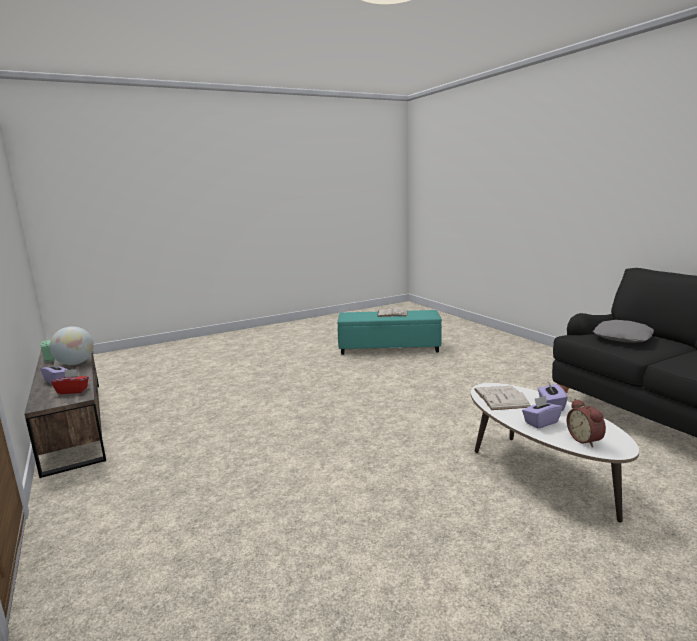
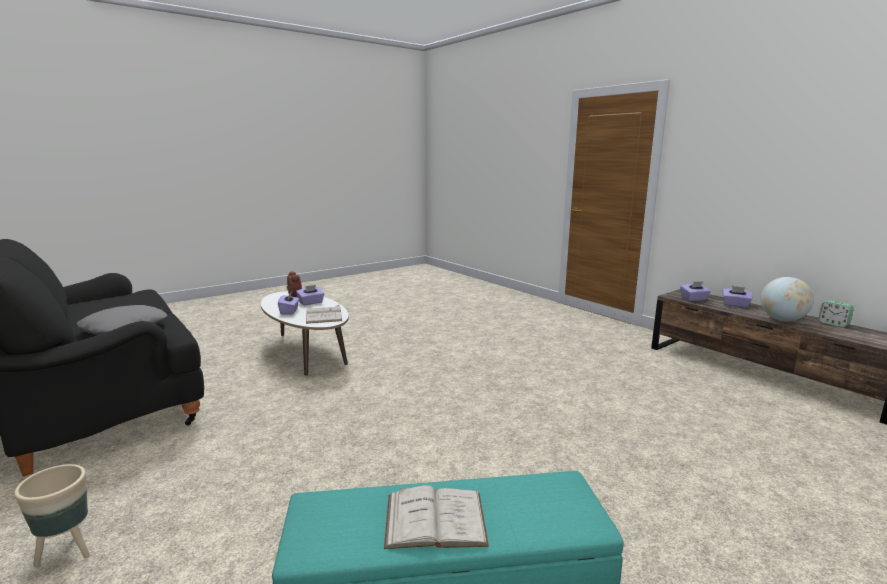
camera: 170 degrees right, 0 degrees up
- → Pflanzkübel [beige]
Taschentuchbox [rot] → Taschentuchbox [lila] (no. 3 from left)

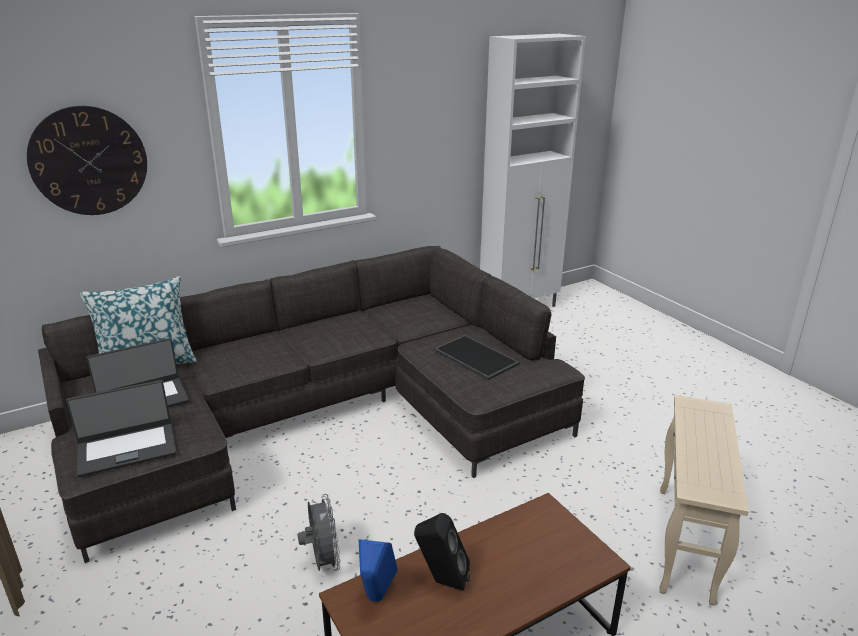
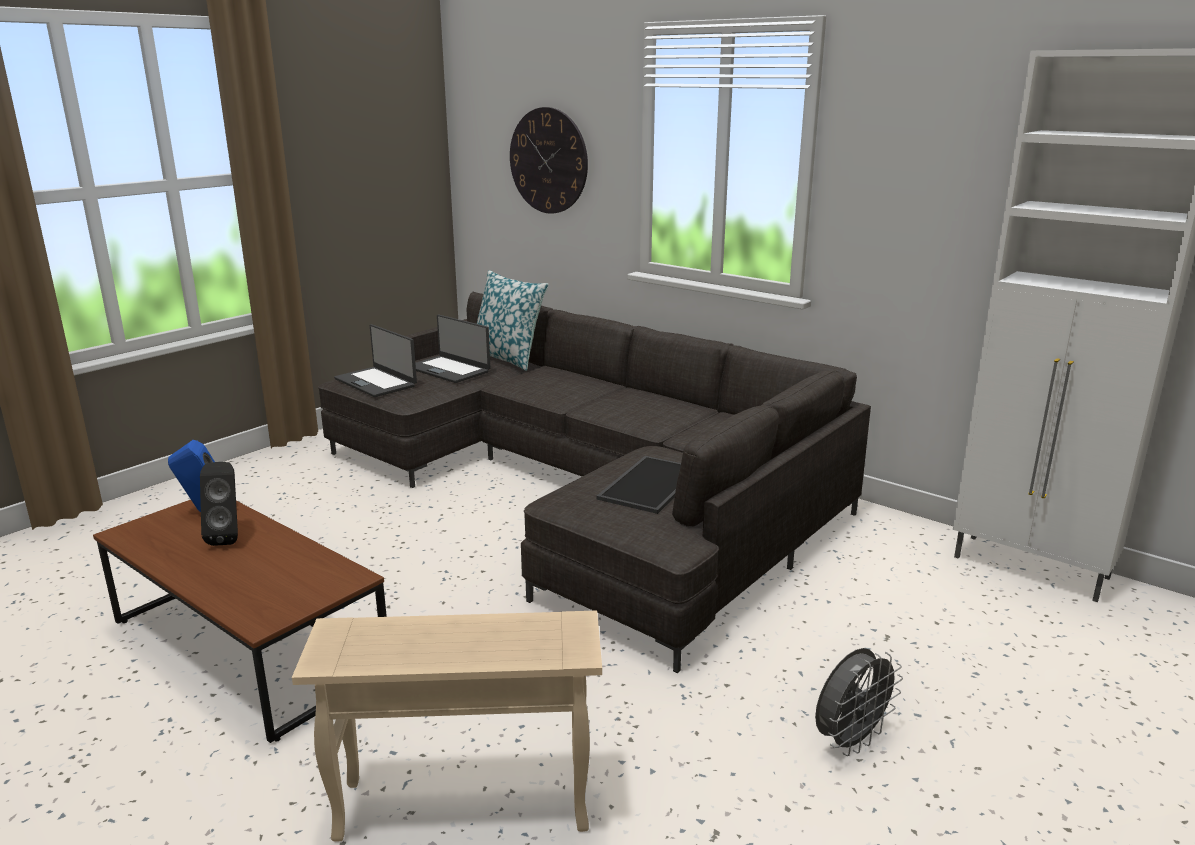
camera: 70 degrees right, 5 degrees down
Ventilator [grau], shifted

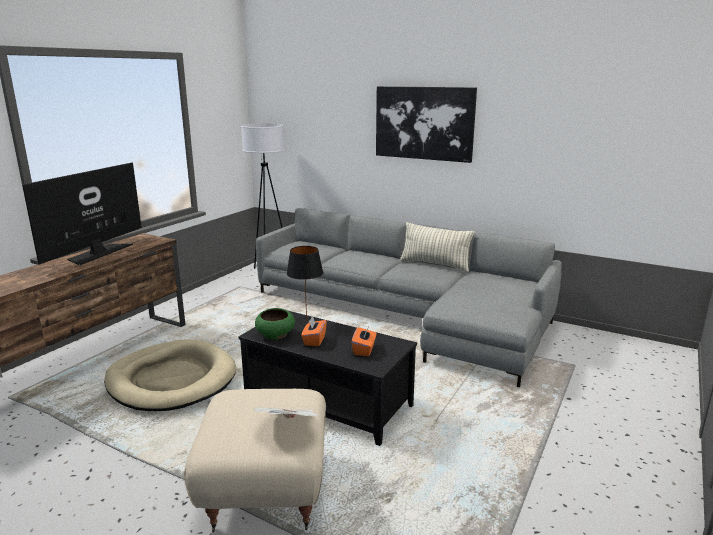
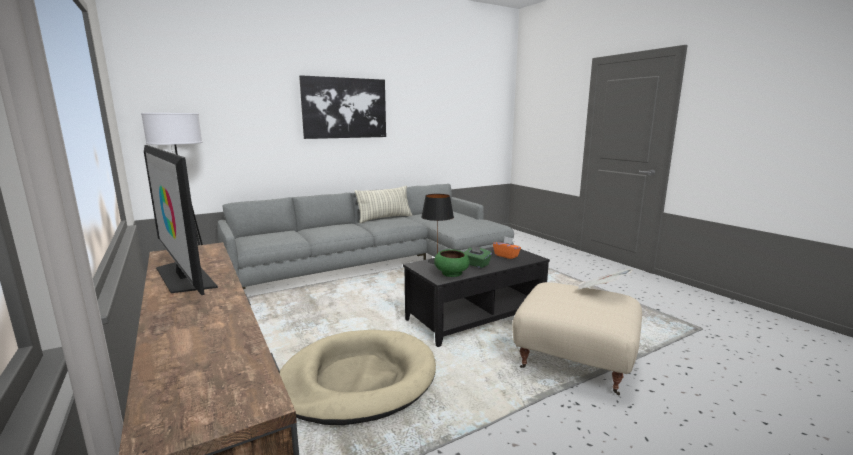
camera: 60 degrees left, 5 degrees down
Taschentuchbox [orange] (no. 1 from left) → Taschentuchbox [grün]

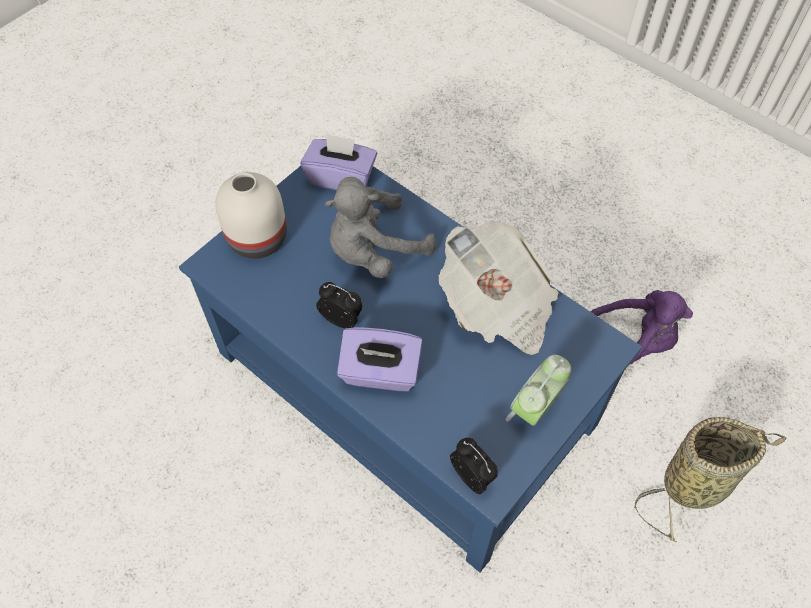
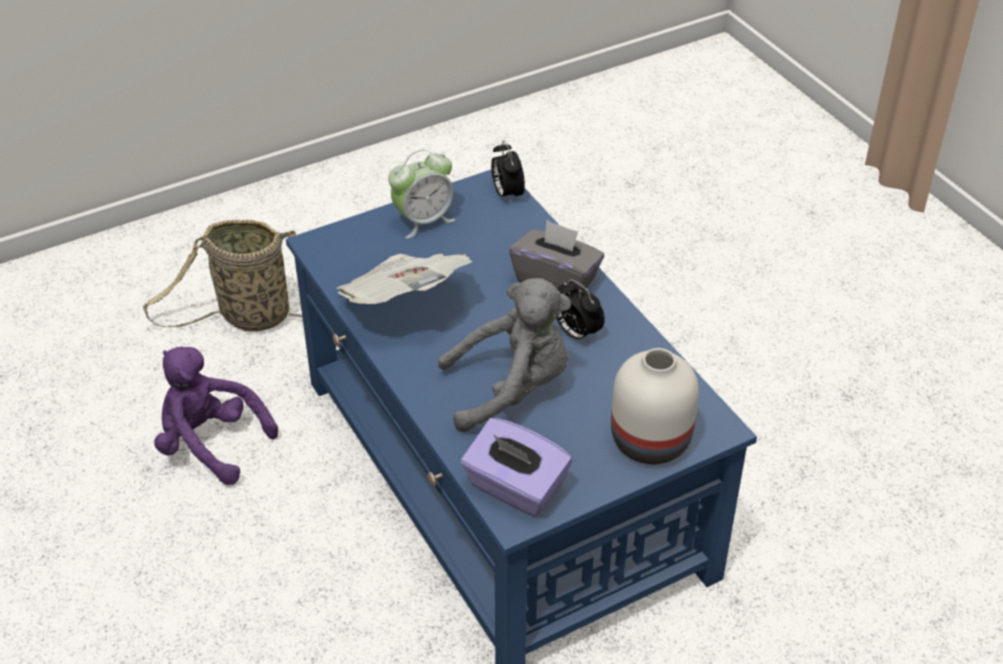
camera: 160 degrees left, 15 degrees down
Taschentuchbox [lila] (no. 2 from left) → Taschentuchbox [grau]

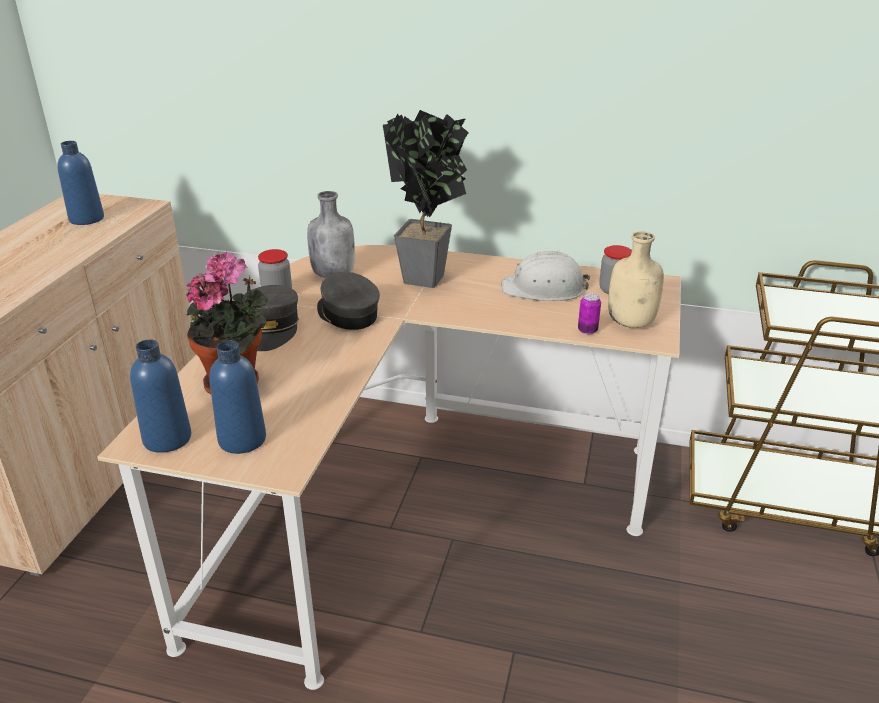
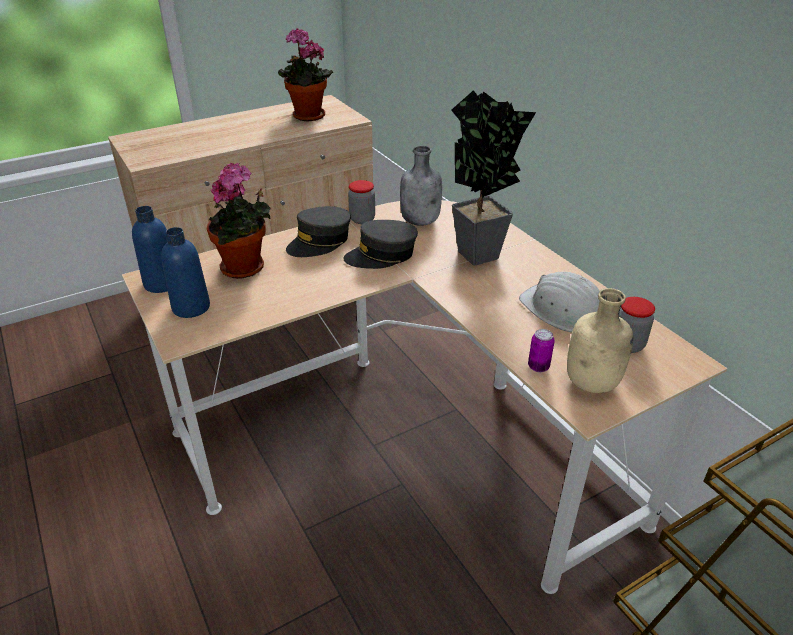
camera: 45 degrees right, 5 degrees up
Flasche [blau] (no. 1 from left) → Topfpflanze (no. 2 from left)
Kappe [grau] (no. 2 from left), 120 degrees counterclockwise

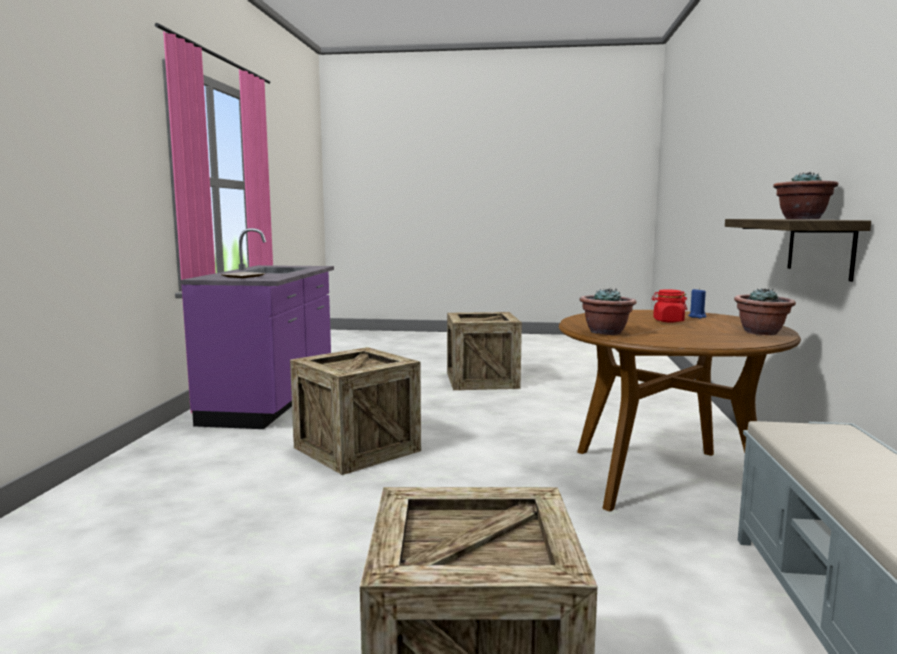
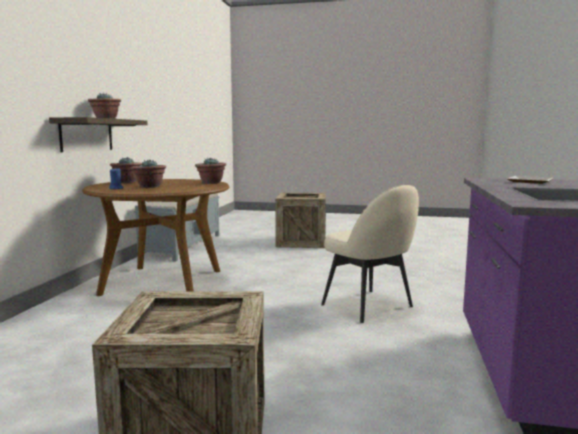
camera: 175 degrees left, 0 degrees up
Vorratsglas [rot] → Topfpflanze (no. 3 from left)
Kiste (no. 1 from left) → Stuhl [beige]

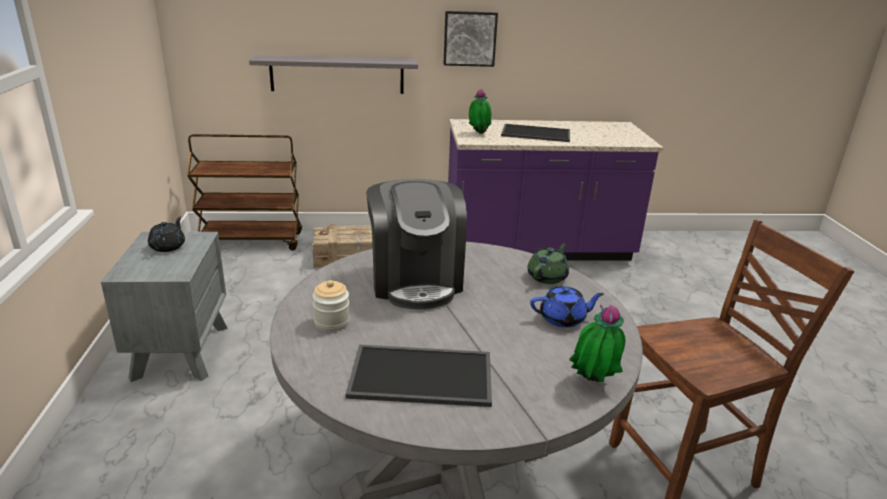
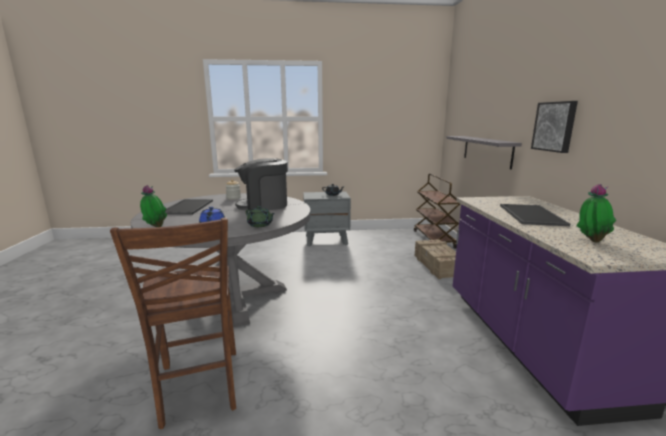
camera: 90 degrees right, 10 degrees down
Topfpflanze (no. 1 from left in the first image) → Topfpflanze (no. 2 from left), shifted

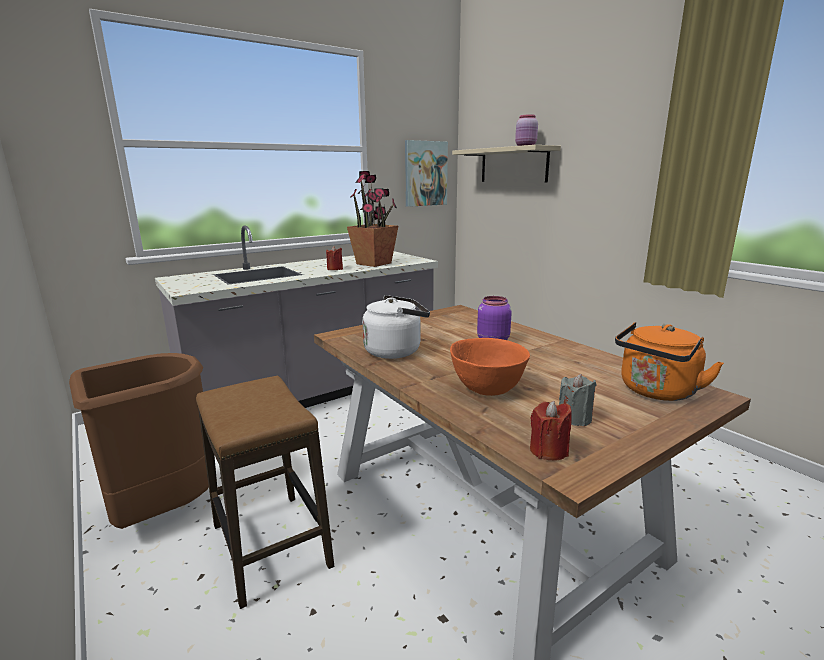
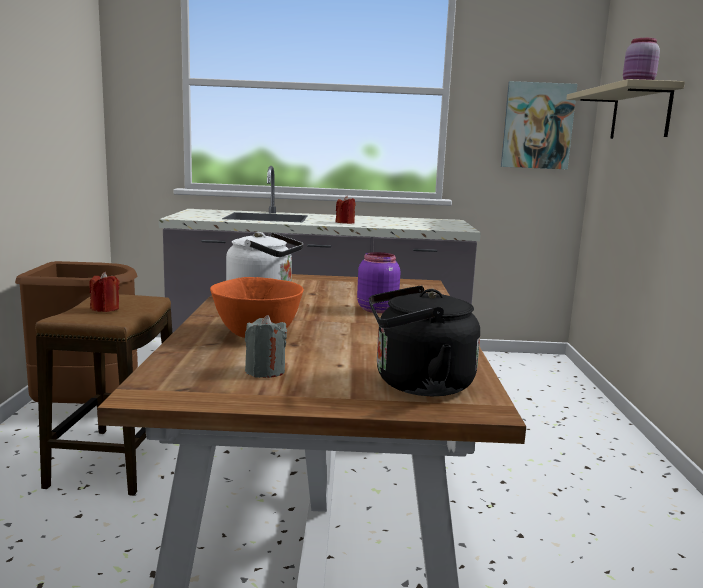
camera: 35 degrees right, 5 degrees down
Kerze [rot] (no. 2 from left in the first image) → Kerze [rot] (no. 1 from left), shifted
Wasserkessel [orange] → Wasserkessel [schwarz]
Topfpflanze → -

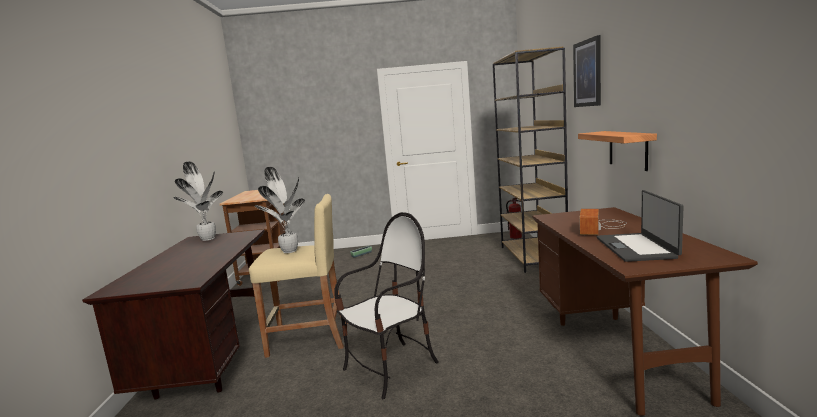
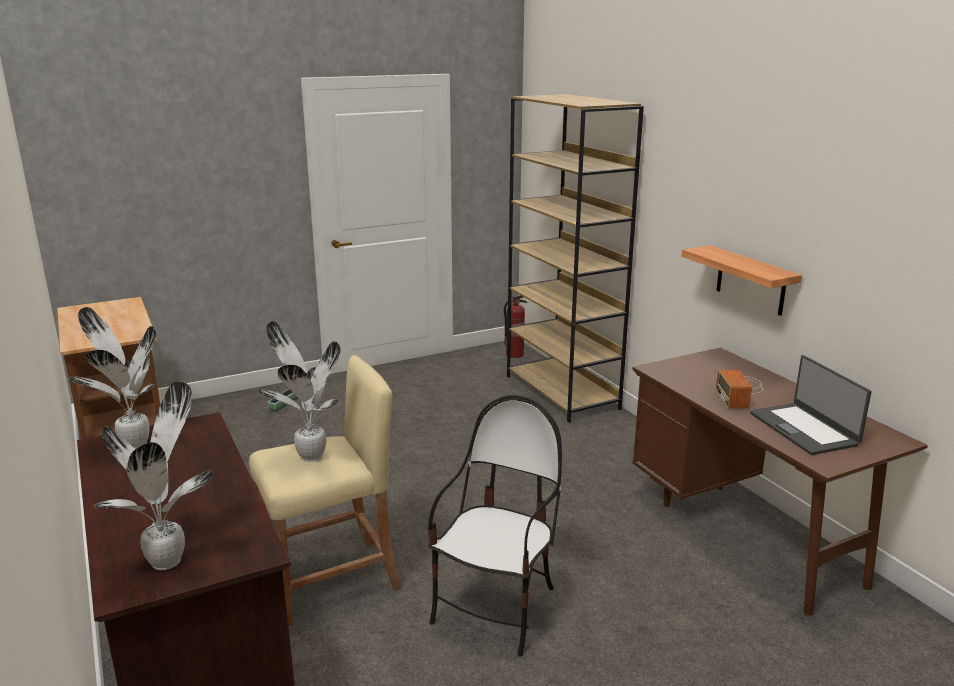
camera: 25 degrees left, 10 degrees up
- → Topfpflanze (no. 2 from left)
Bild → -

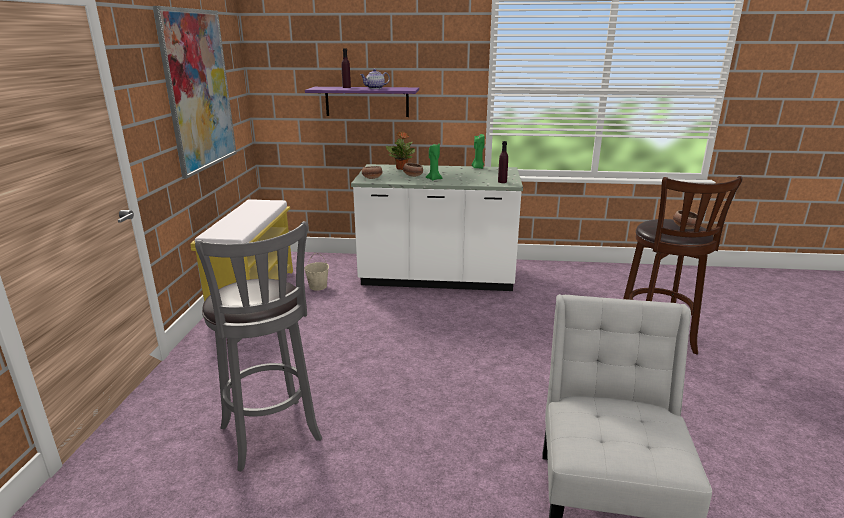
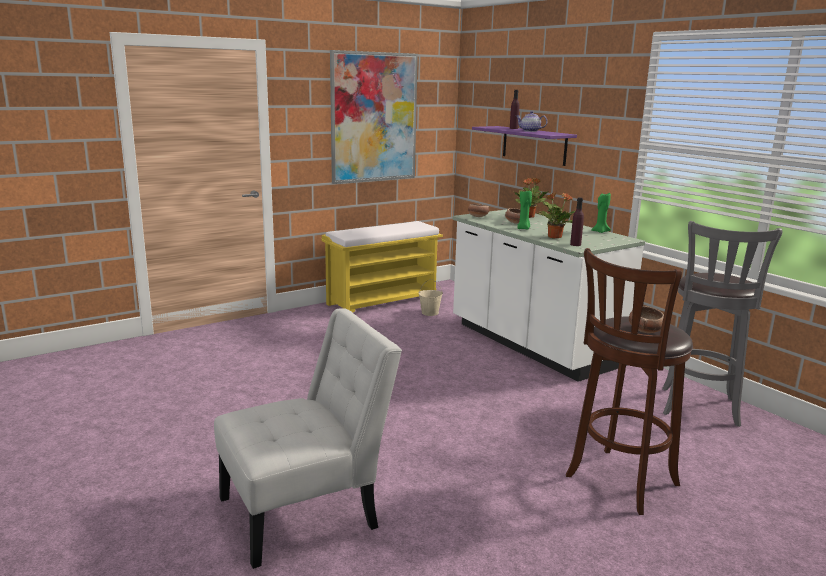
camera: 50 degrees right, 5 degrees down
- → Topfpflanze (no. 2 from left)
Hocker [grau], shifted

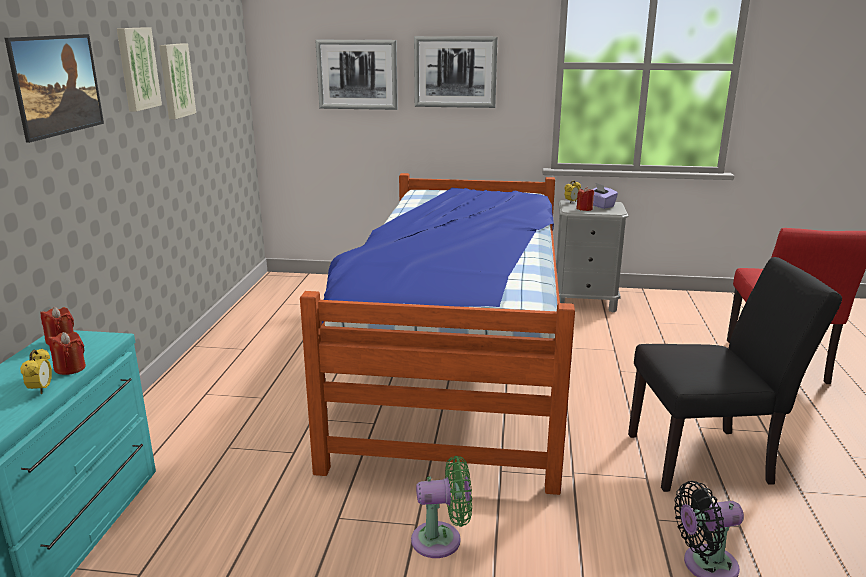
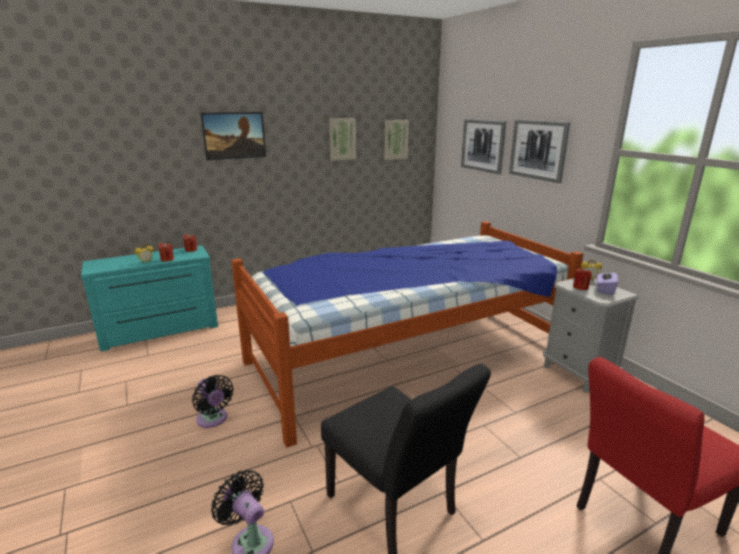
camera: 55 degrees right, 0 degrees up
Ventilator [grün] → Ventilator [schwarz] (no. 1 from left)
Bild (no. 2 from left in the first image) → Bild (no. 3 from left), shifted

